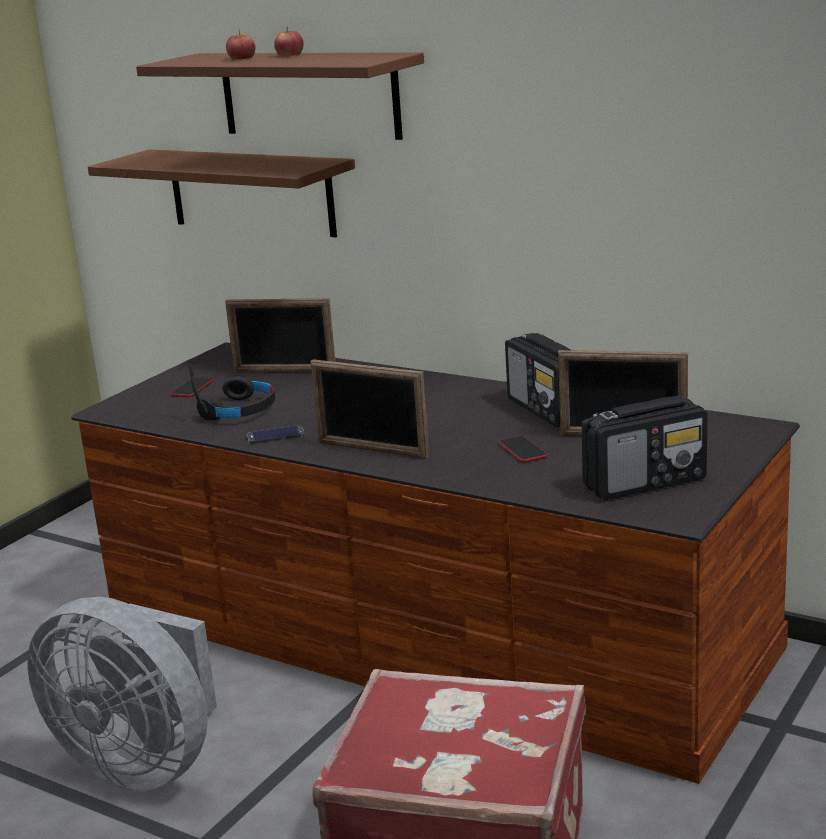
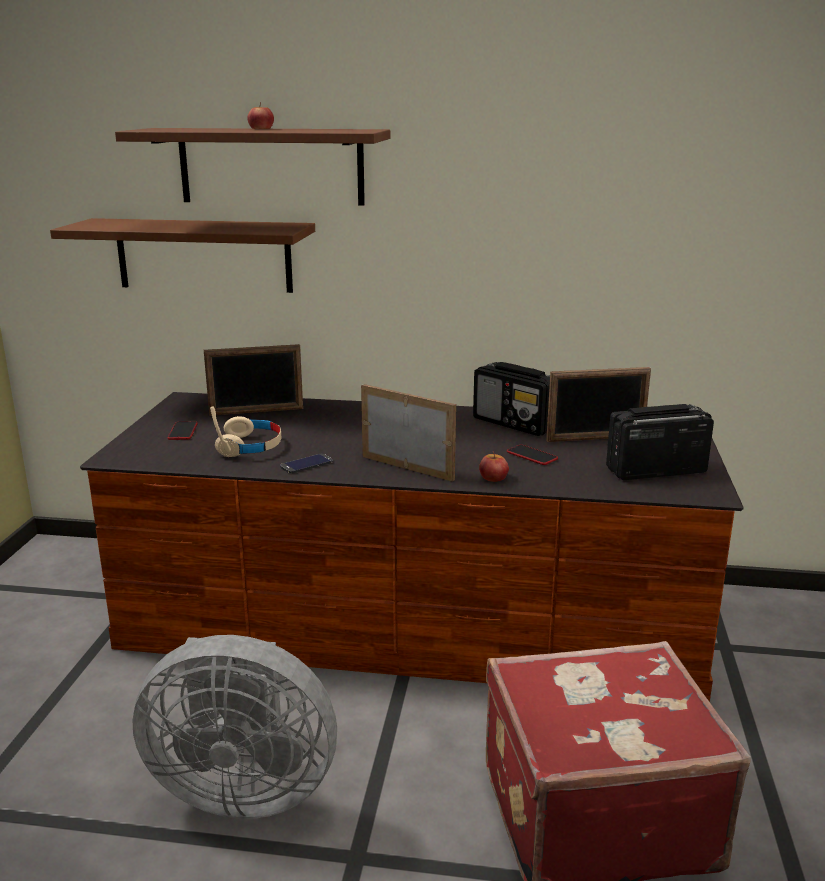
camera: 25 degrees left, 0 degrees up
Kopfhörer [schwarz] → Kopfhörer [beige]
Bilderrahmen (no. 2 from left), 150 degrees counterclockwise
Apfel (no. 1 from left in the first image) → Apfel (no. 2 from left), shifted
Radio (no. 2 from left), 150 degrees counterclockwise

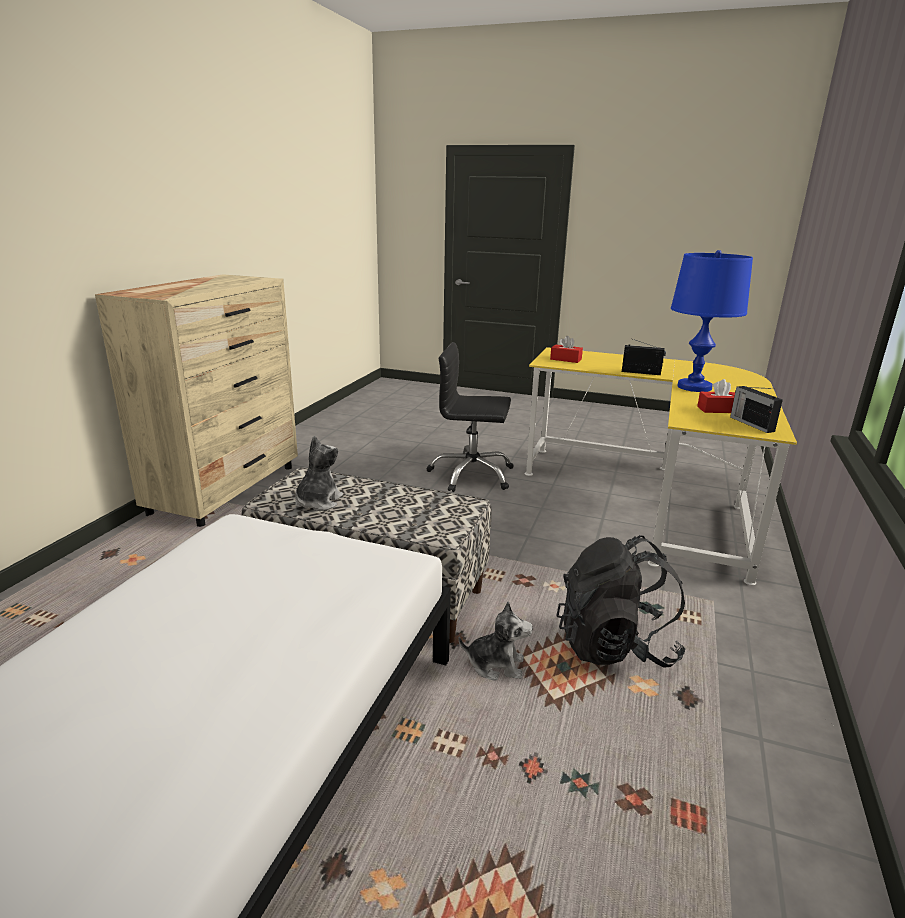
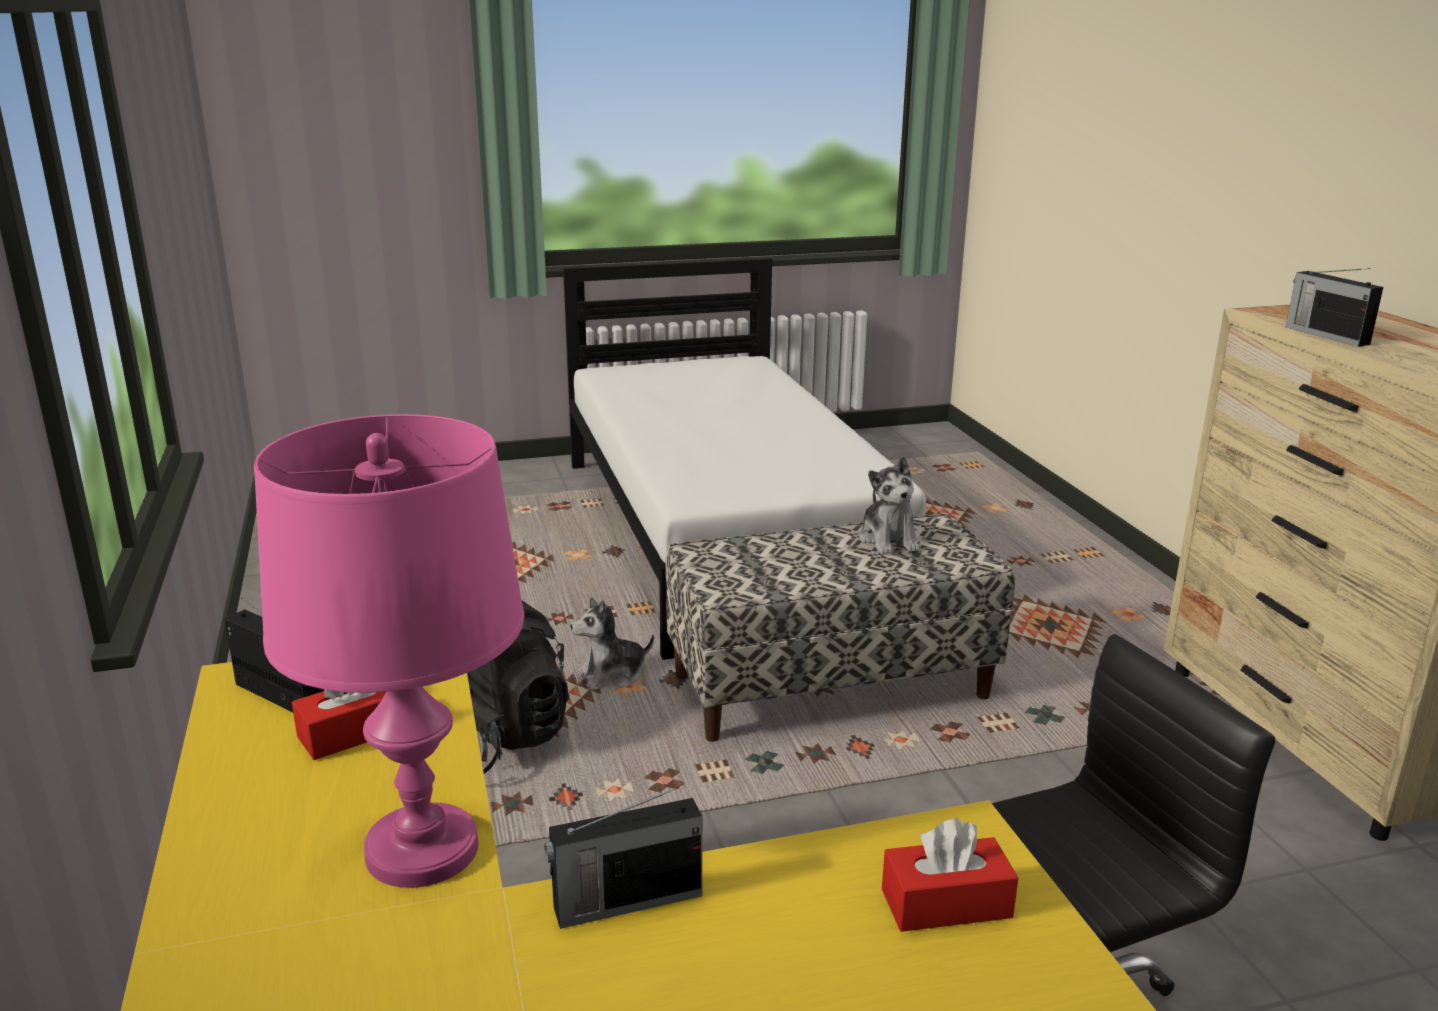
camera: 145 degrees right, 0 degrees up
Tischlampe [blau] → Tischlampe [rosa]
- → Radio (no. 3 from left)

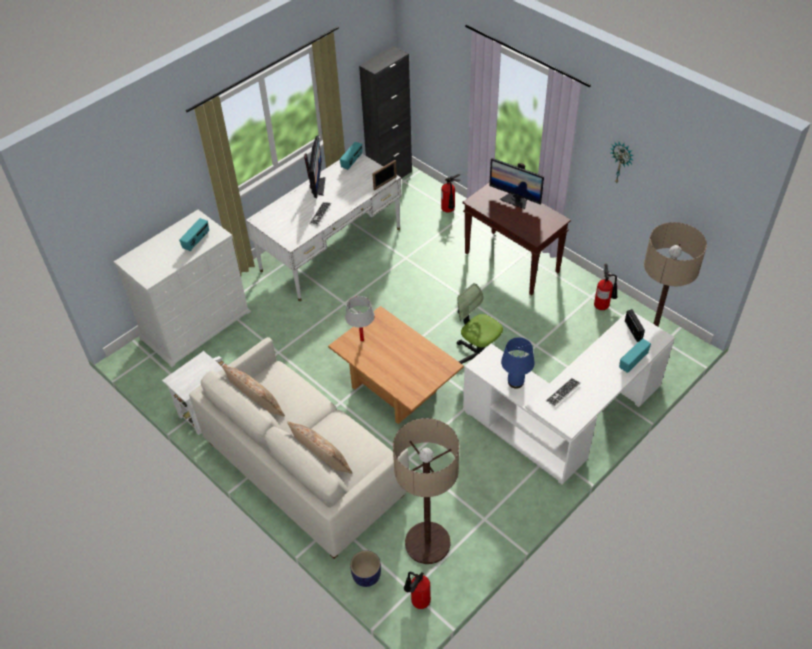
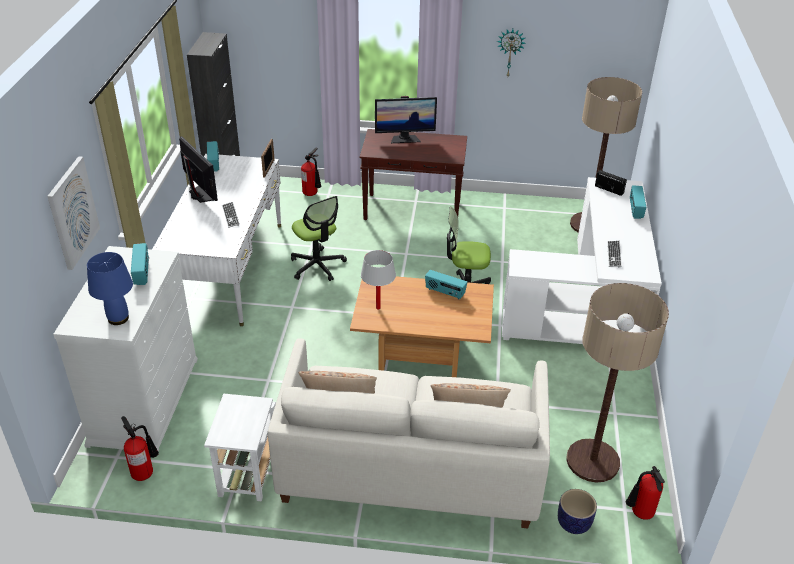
camera: 40 degrees left, 10 degrees down
- → Bild
Tischlampe [blau], shifted
Feuerlöscher (no. 3 from left in the first image) → Feuerlöscher (no. 1 from left), shifted
- → Bürostuhl (no. 1 from left)
- → Radio (no. 3 from left)

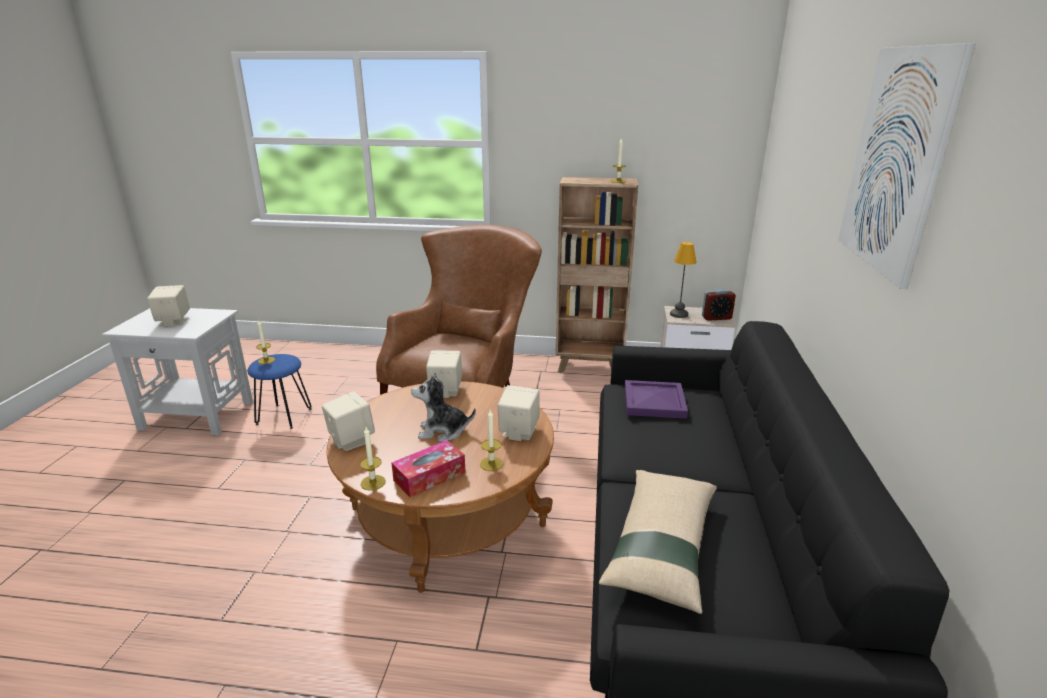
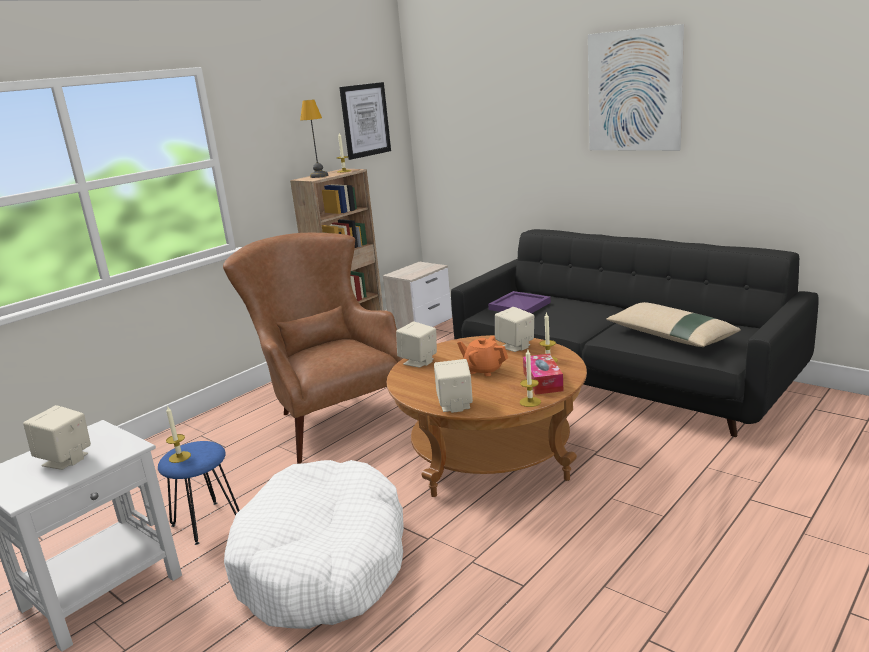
camera: 55 degrees left, 5 degrees down
- → Hundebett [weiß]
Tischlampe, shifted
- → Bild (no. 1 from left)
Plüschtier → Teekanne [orange]
Wecker → -

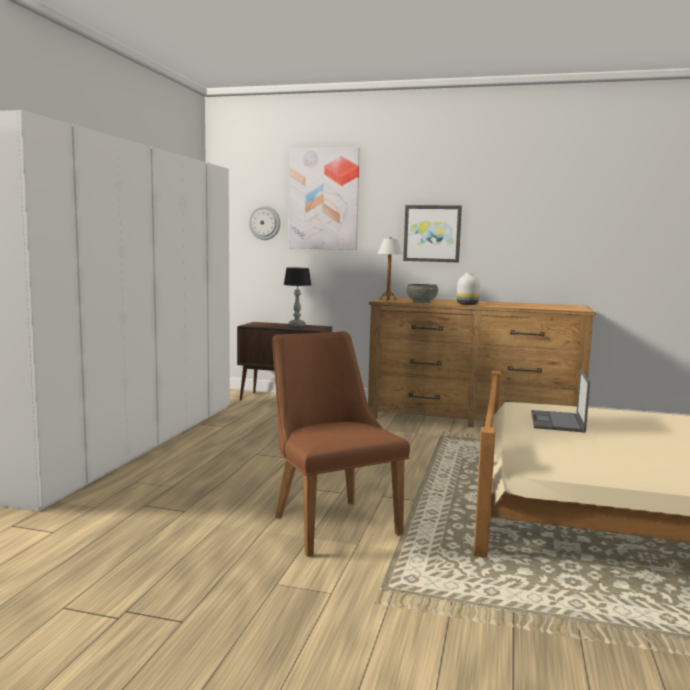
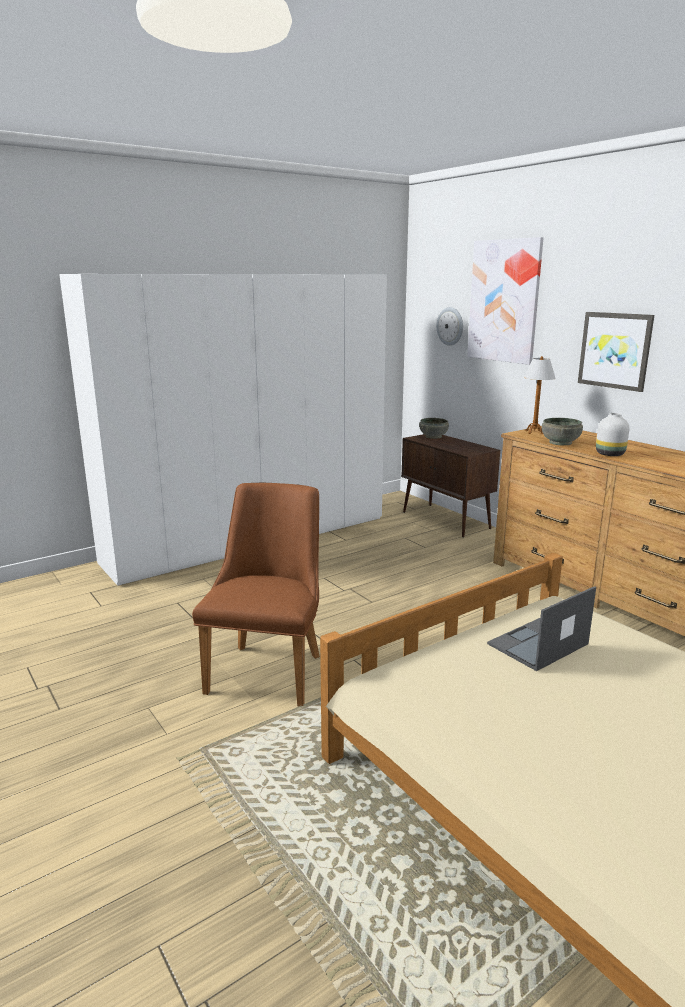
camera: 40 degrees right, 10 degrees up
- → Schüssel [grau] (no. 1 from left)
Tischlampe (no. 1 from left) → -

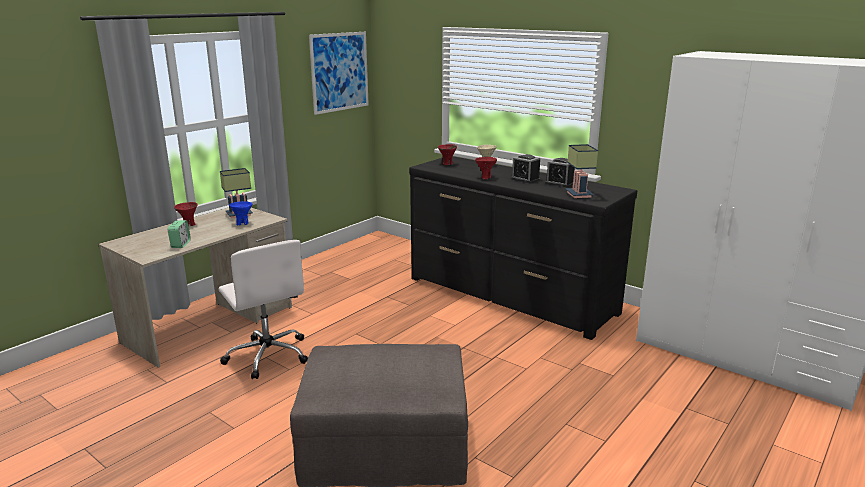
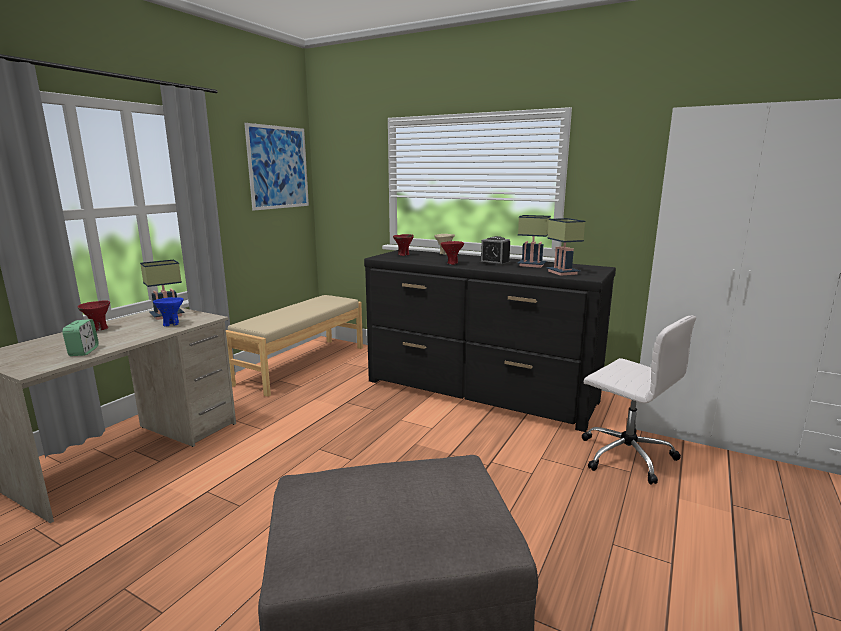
camera: 10 degrees left, 5 degrees down
- → Bank [beige]
Wecker (no. 3 from left) → Tischlampe (no. 2 from left)
Bürostuhl [weiß], shifted

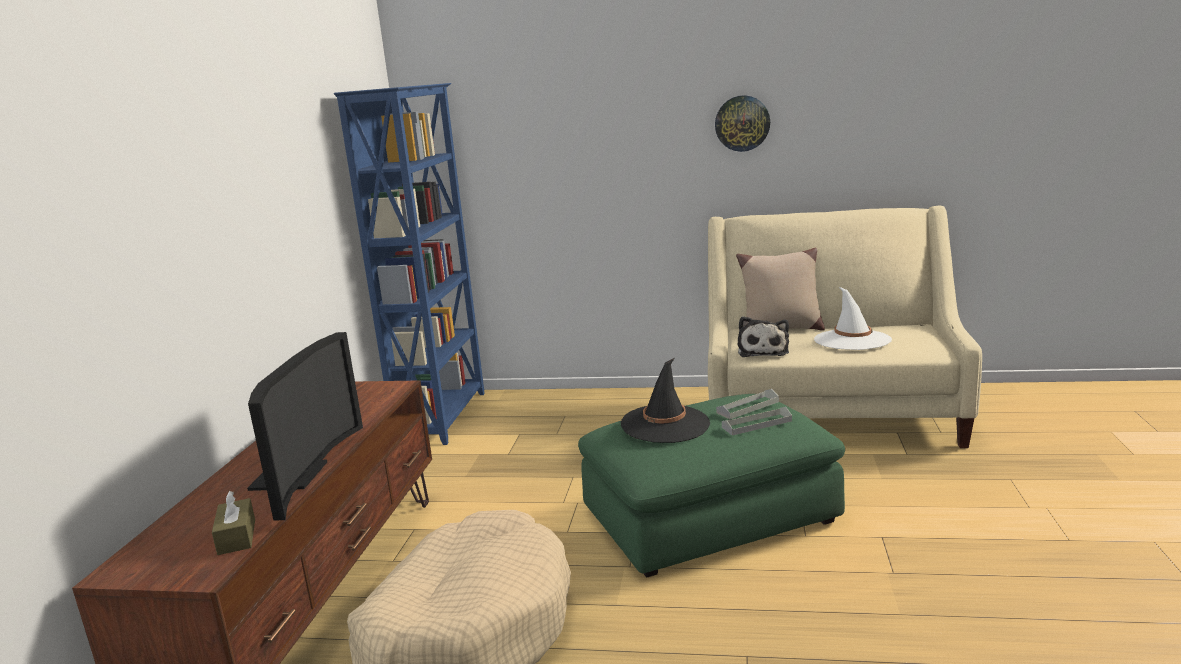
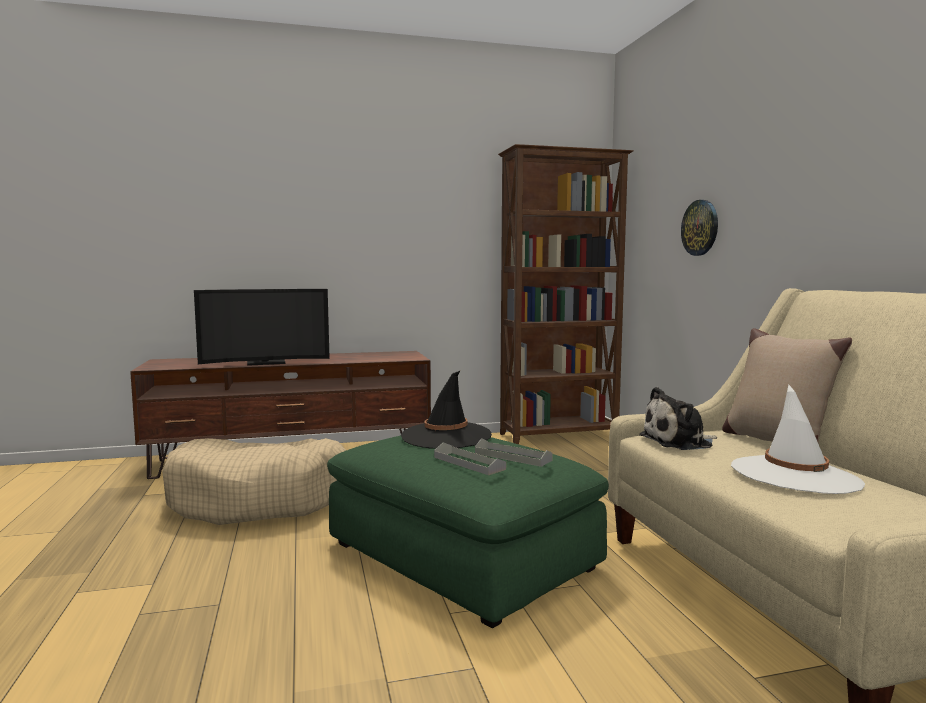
camera: 65 degrees right, 10 degrees down
Bücherregal [blau] → Bücherregal [braun]
Wanduhr, shifted
Taschentuchbox [braun] → -

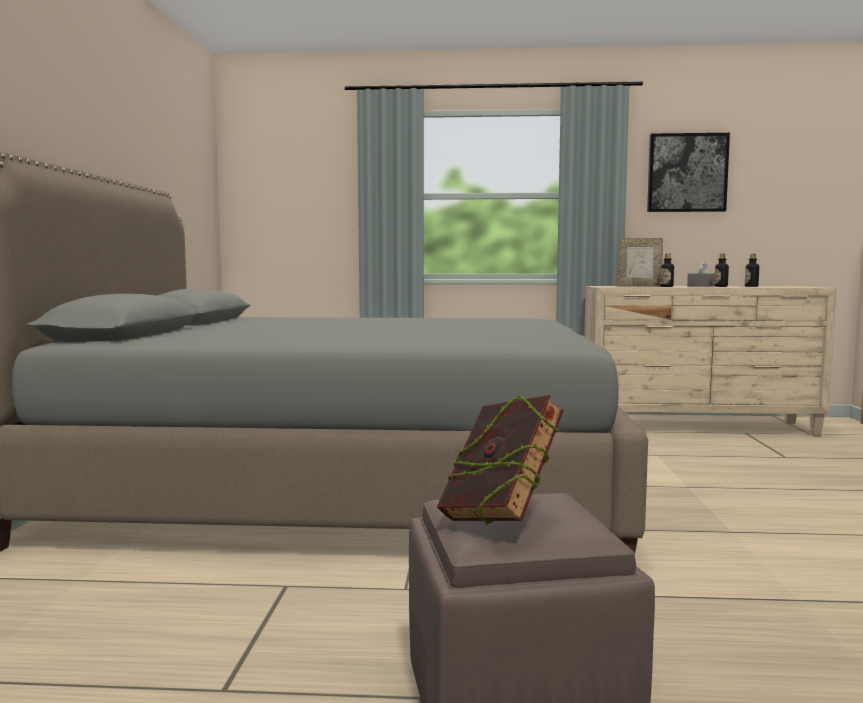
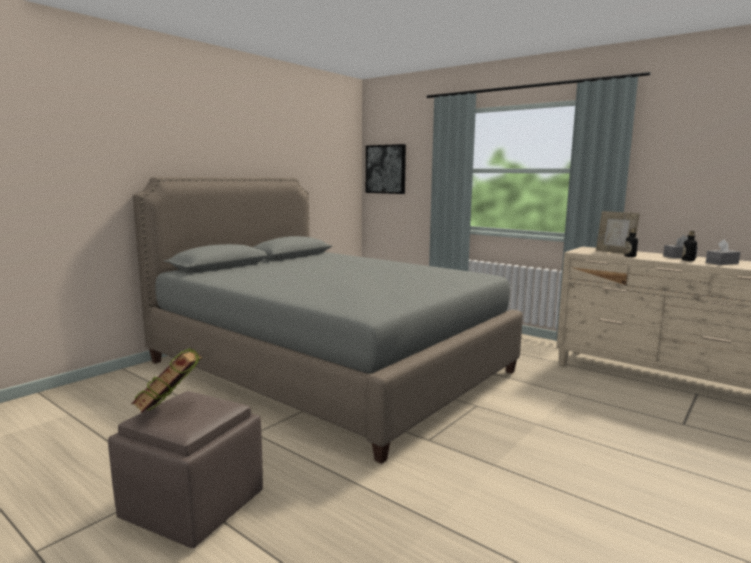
camera: 35 degrees right, 5 degrees up
Bild, shifted
Flasche (no. 3 from left) → Taschentuchbox [grau] (no. 2 from left)

